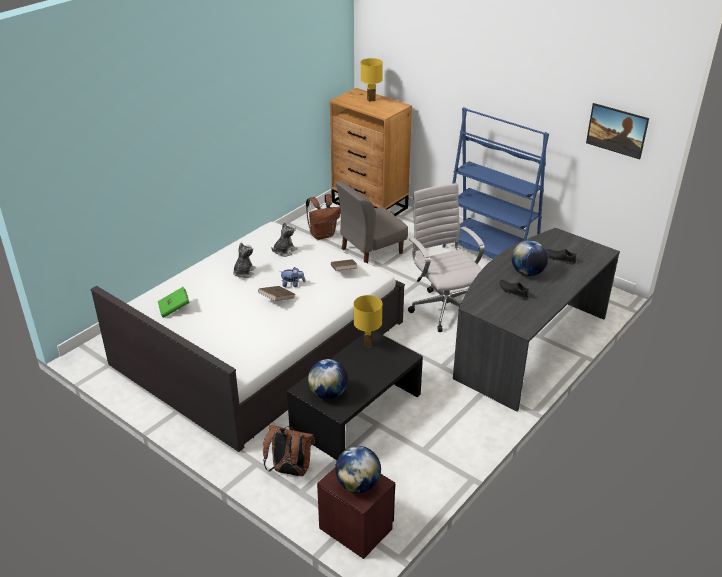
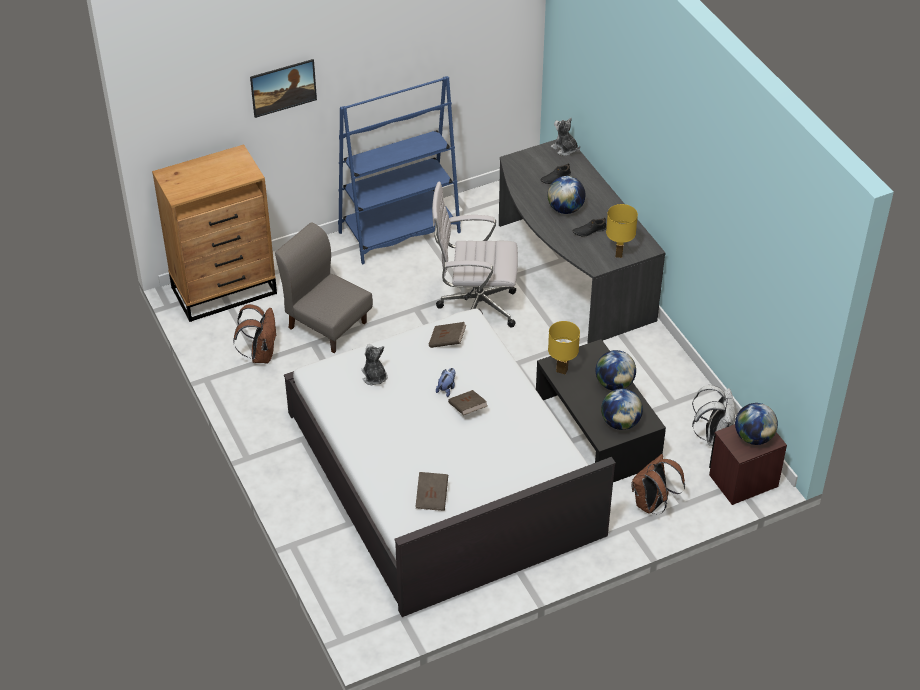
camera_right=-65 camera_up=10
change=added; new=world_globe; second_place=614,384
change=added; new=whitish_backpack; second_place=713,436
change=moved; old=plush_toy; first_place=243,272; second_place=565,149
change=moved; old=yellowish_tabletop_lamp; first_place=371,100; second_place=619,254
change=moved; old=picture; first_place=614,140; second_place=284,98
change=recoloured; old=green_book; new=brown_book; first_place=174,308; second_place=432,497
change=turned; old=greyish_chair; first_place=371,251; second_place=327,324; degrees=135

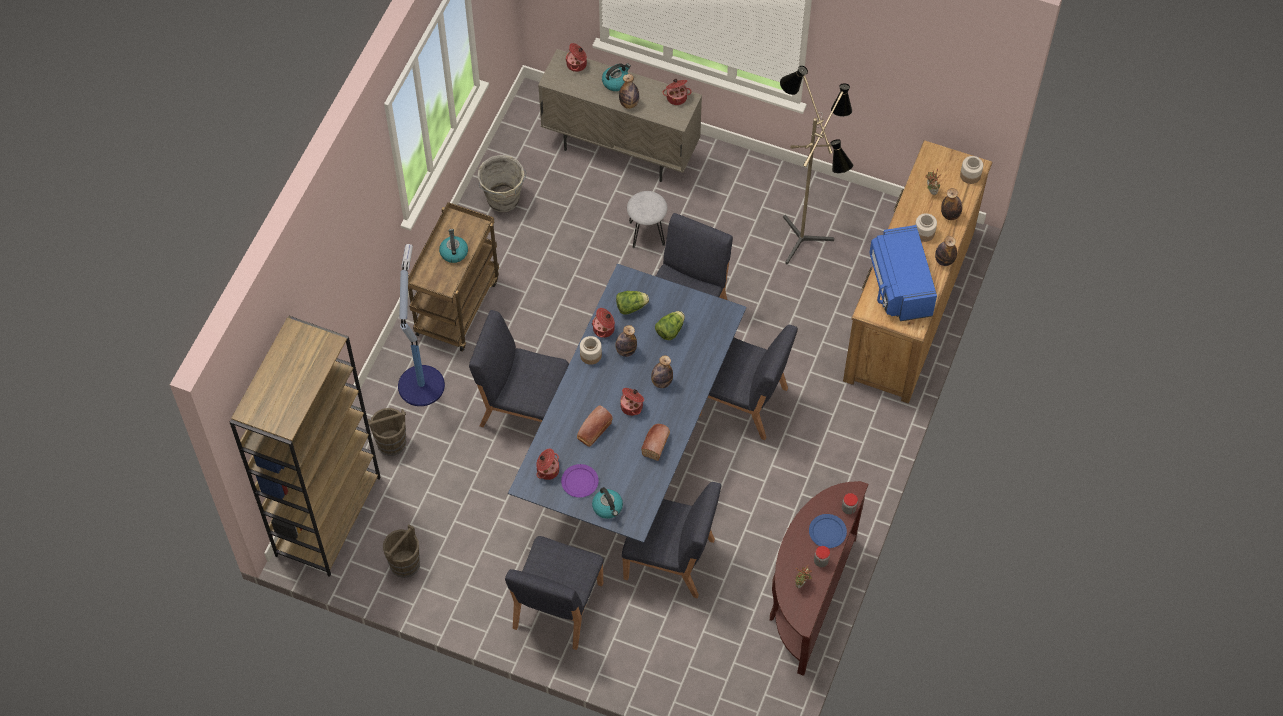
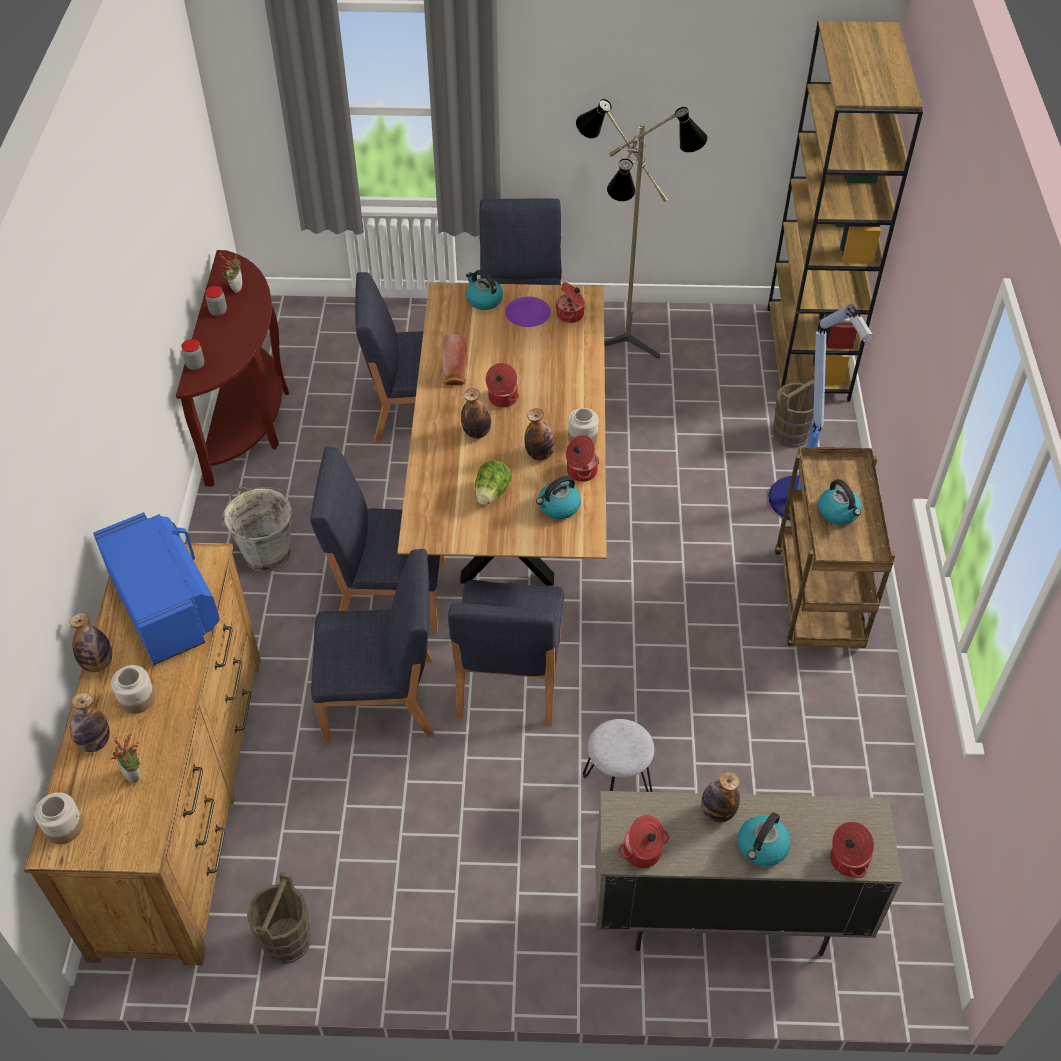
camera_right=160 camera_up=-10
change=removed; old=baked_bread; first_place=593,431
change=removed; old=blue-coloured_dinner_plate; first_place=827,532
change=moved; old=brown_water_bucket; first_place=405,563; second_place=286,940
change=moved; old=blue-coloured_chair; first_place=523,407; second_place=381,700
change=moved; old=greyish_water_bucket; first_place=503,200; second_place=266,553
change=moved; old=floor_lamp; first_place=806,236; second_place=622,346
change=replaced; old=lettuce_head; new=water_kettle; first_place=631,307; second_place=558,507
change=recoloured; old=blue-coloured_kitchen_table; new=brown_kitchen_table; first_place=630,449; second_place=511,504

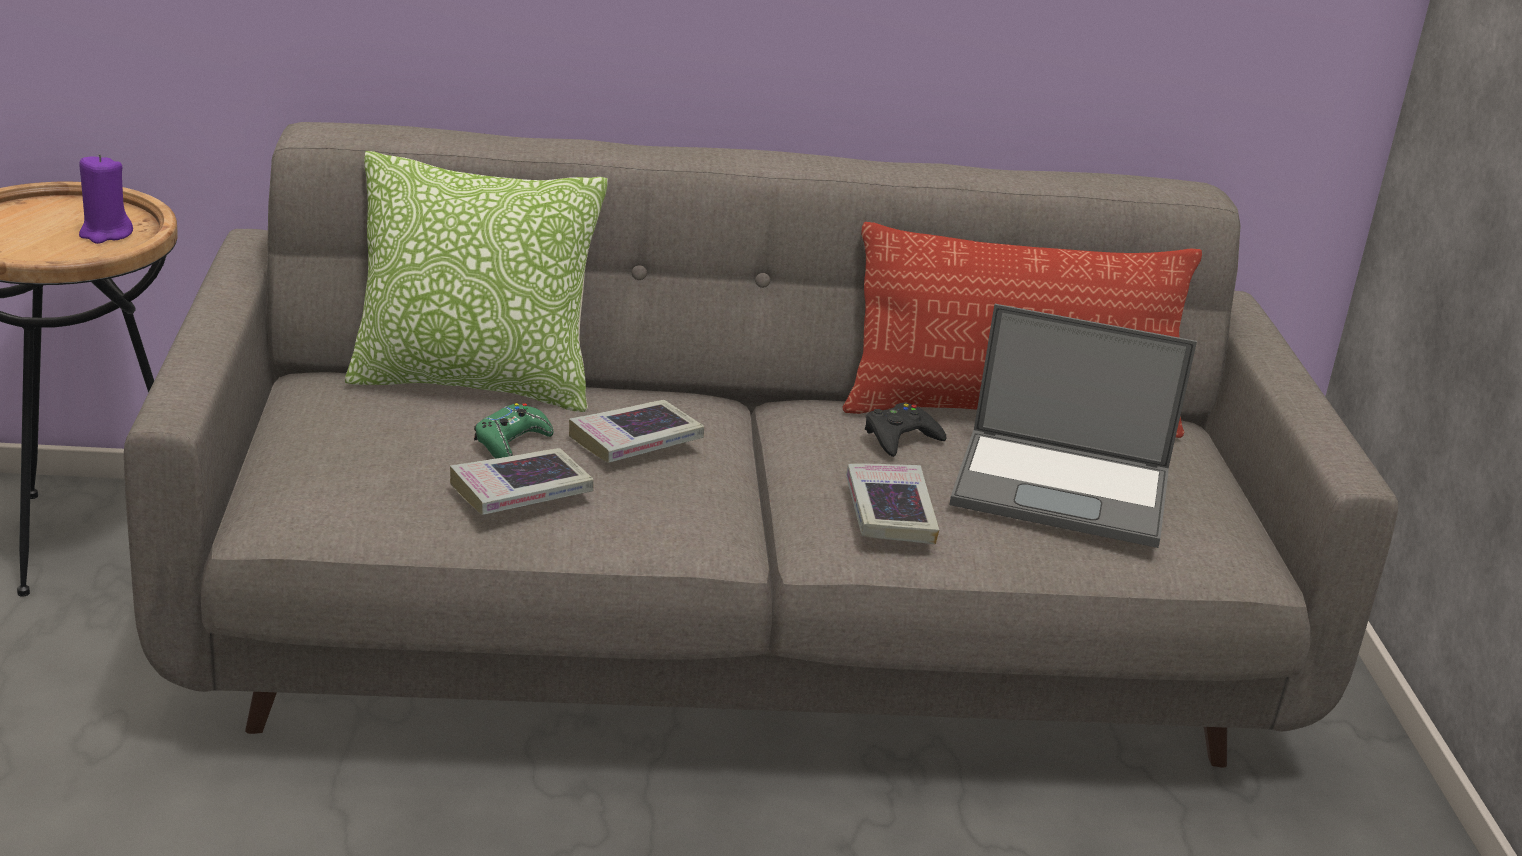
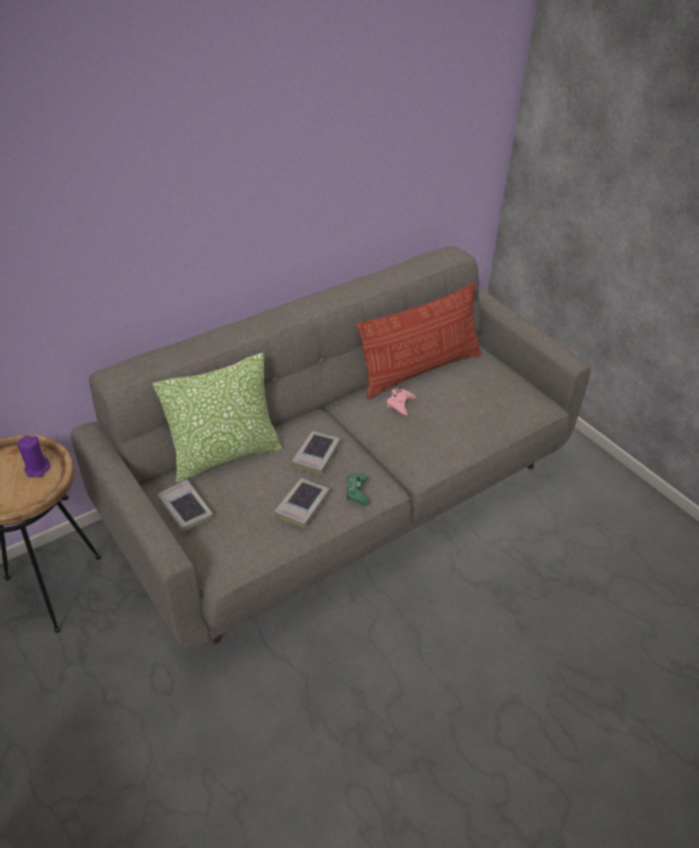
camera_right=-30 camera_up=15
change=removed; old=laptop; first_place=1064,488
change=moved; old=green_game_controller; first_place=511,442; second_place=357,492
change=moved; old=book; first_place=889,512; second_place=185,509
change=recoloured; old=black-coloured_game_controller; new=pink-coloured_game_controller; first_place=900,437; second_place=400,404

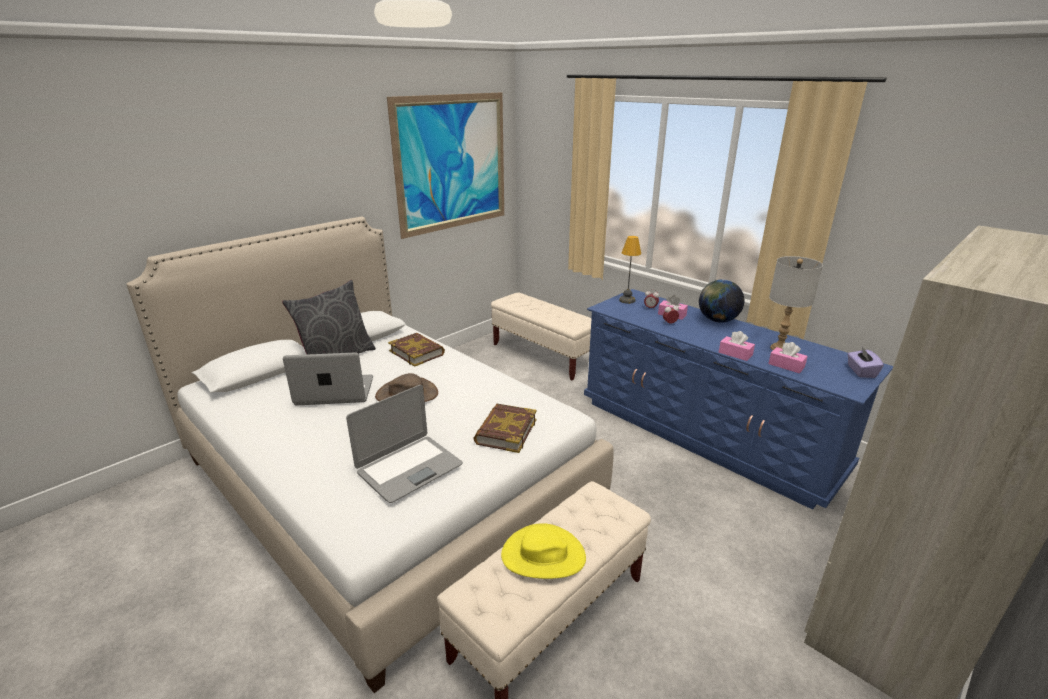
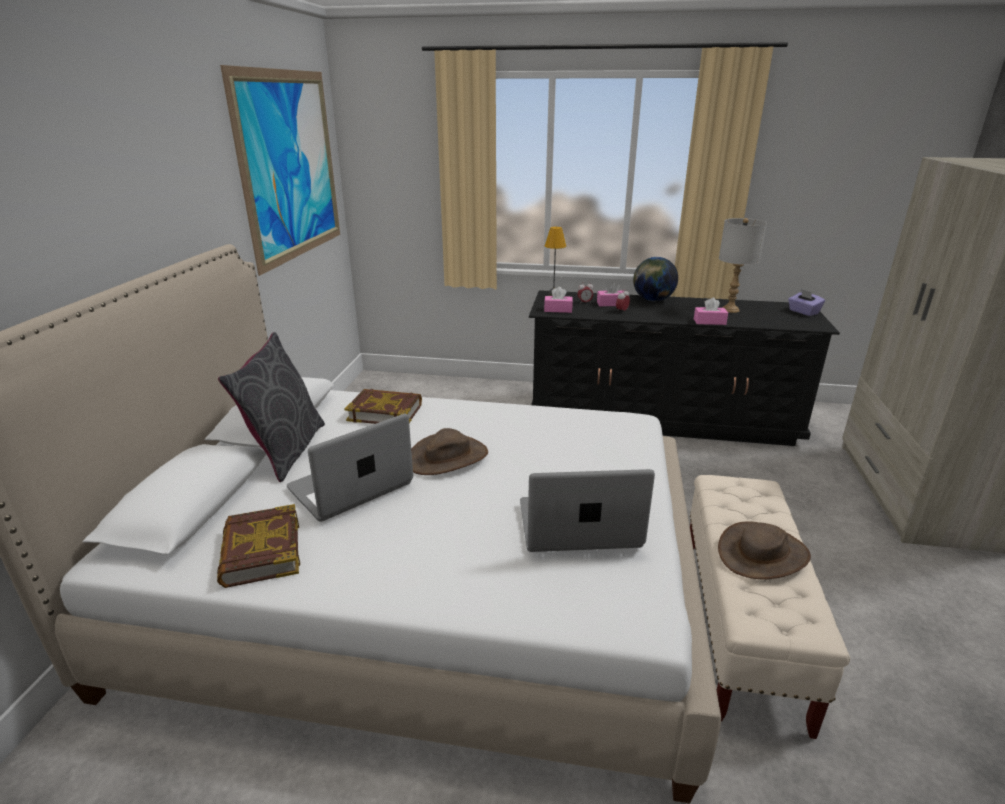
camera_right=-35 camera_up=0
change=removed; old=beige-coloured_bench; first_place=544,355
change=moved; old=book; first_place=505,432; second_place=261,551
change=moved; old=pink-coloured_box_of_tissues; first_place=786,365; second_place=558,310
change=recoloured; old=yellowish_clothing_hat; new=brown_clothing_hat; first_place=543,556; second_place=763,554
change=recoloured; old=blue-coloured_dresser; new=black-coloured_dresser; first_place=705,434; second_place=660,417
change=turned; old=laptop; first_place=409,468; second_place=579,526; degrees=-105

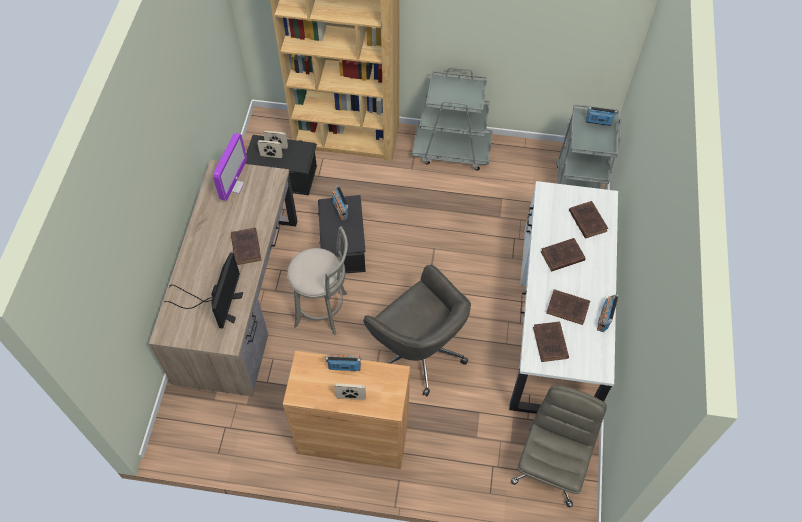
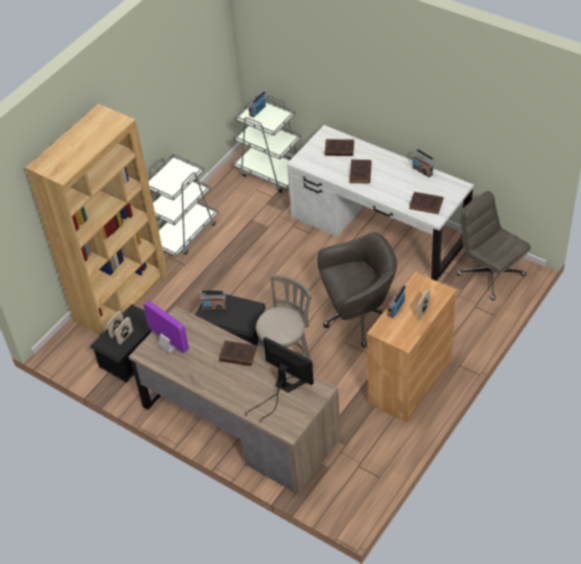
camera_right=-60 camera_up=-10
change=removed; old=brown_book; first_place=568,308

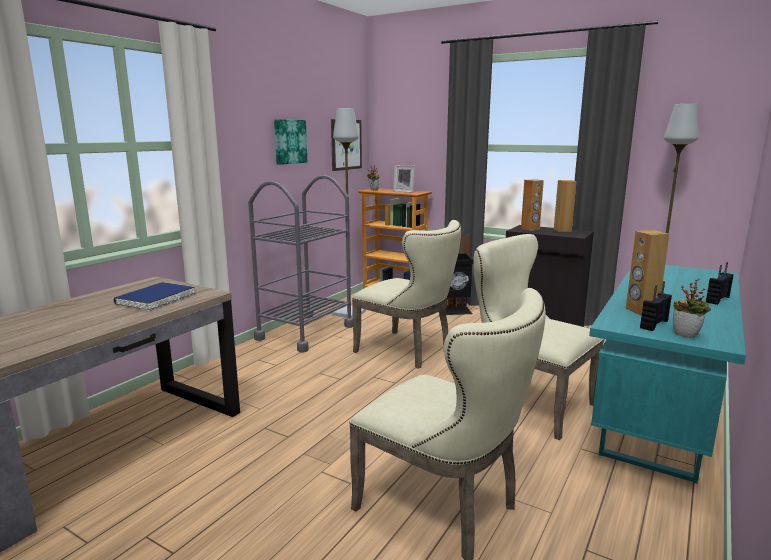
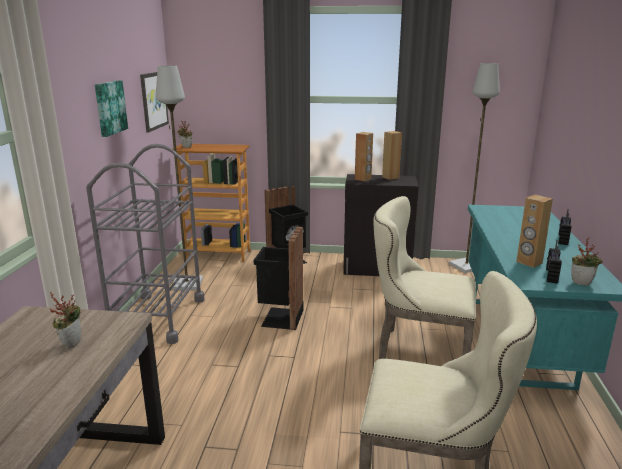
camera_right=-25 camera_up=5
change=removed; old=standing_frame; first_place=404,191
change=replaced; old=blue-coloured_book; new=plant_in_a_pot; first_place=156,299; second_place=71,343
change=replaced; old=beige-coloured_chair; new=black-coloured_trash_can; first_place=408,351; second_place=280,318

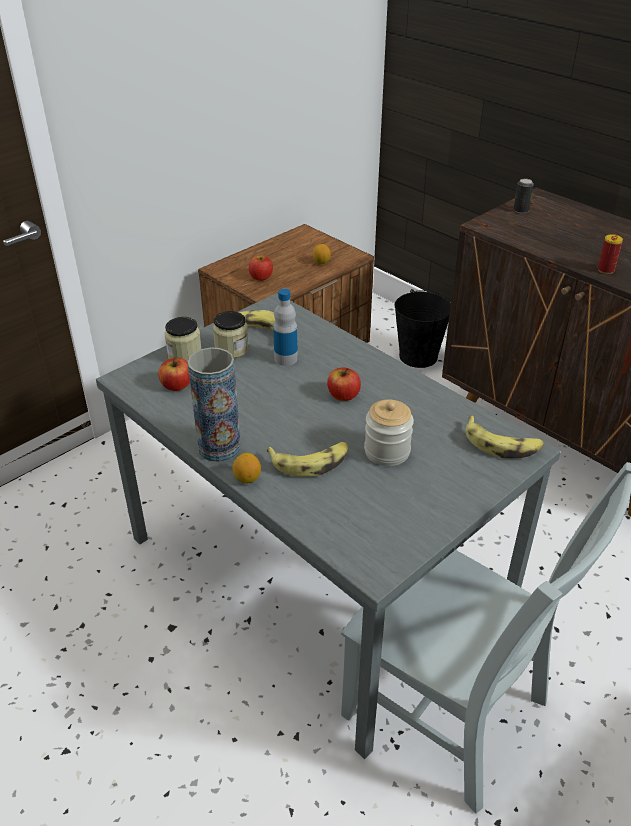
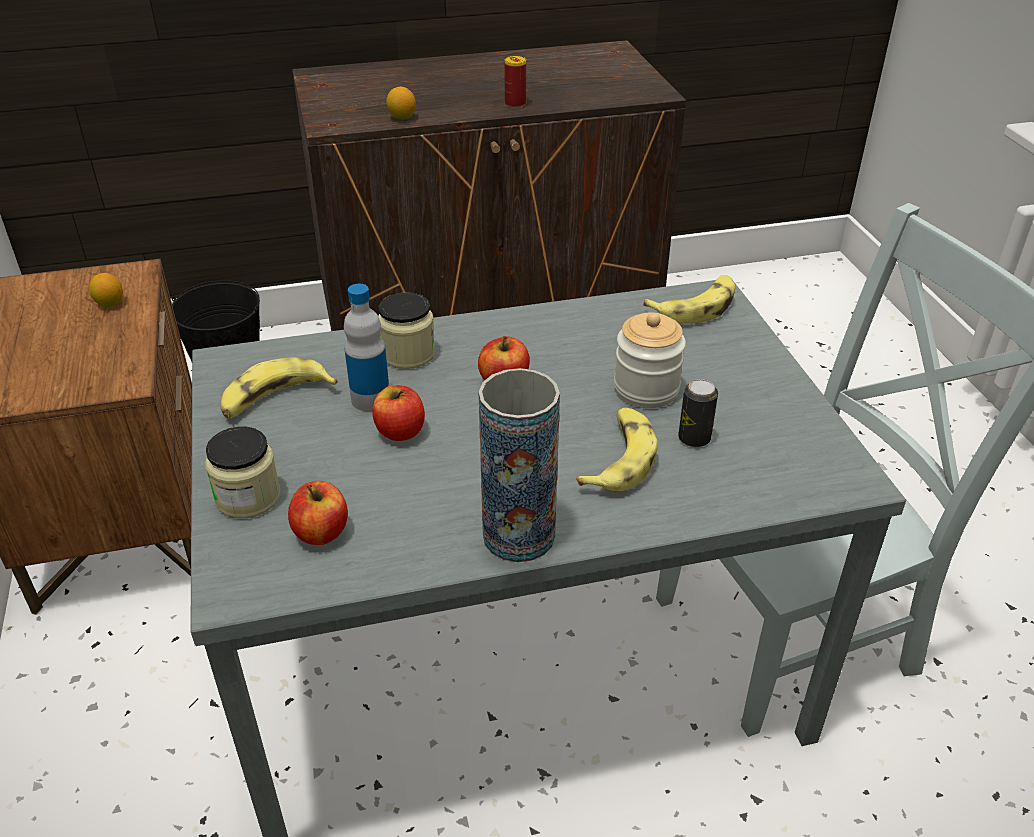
camera_right=-60 camera_up=0
change=moved; old=storage_jar; first_place=232,349; second_place=408,354
change=moved; old=lemon; first_place=247,478; second_place=402,118
change=moved; old=apple; first_place=261,277; second_place=400,431
change=moved; old=can; first_place=521,210; second_place=694,438

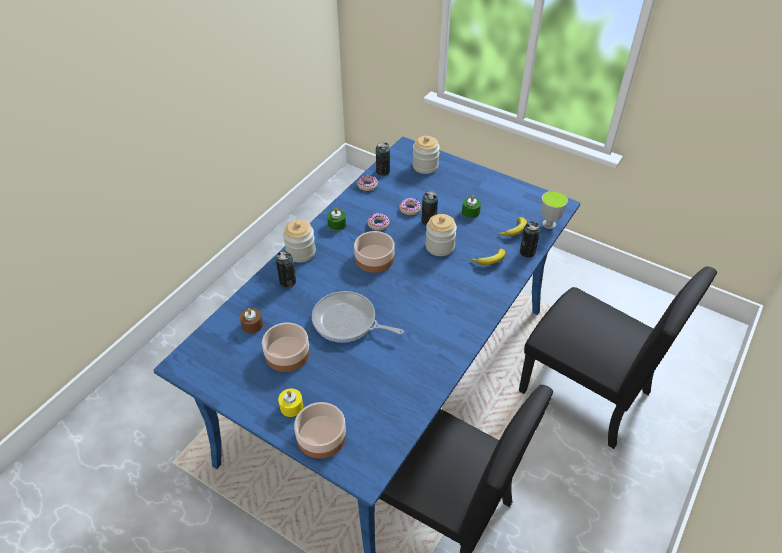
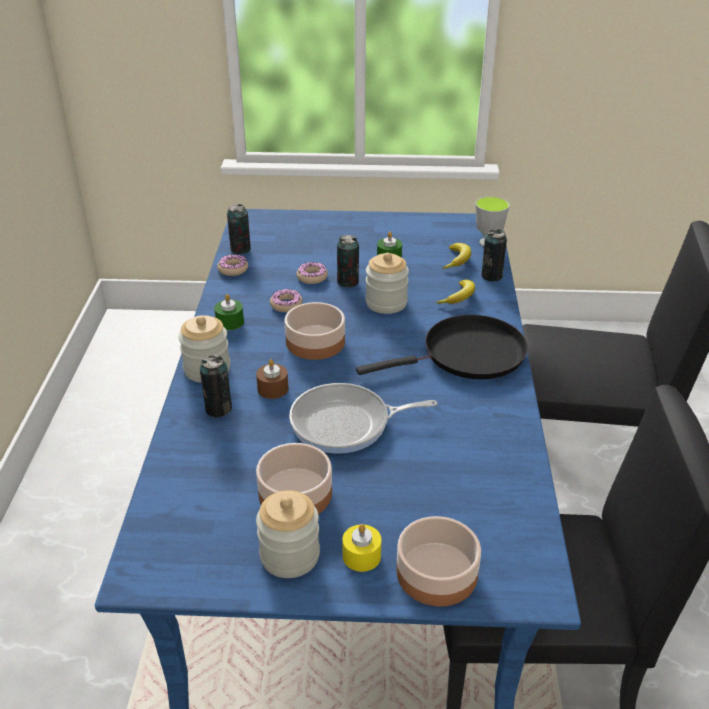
camera_right=-30 camera_up=-10
change=added; new=black-coloured_frying_pan; second_place=467,355
change=moved; old=brown_candle; first_place=252,325; second_place=273,389
change=moved; old=storage_jar; first_place=425,166; second_place=289,555

